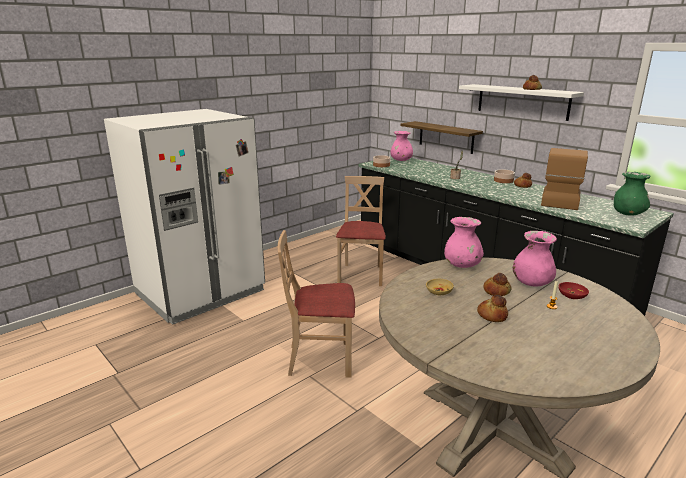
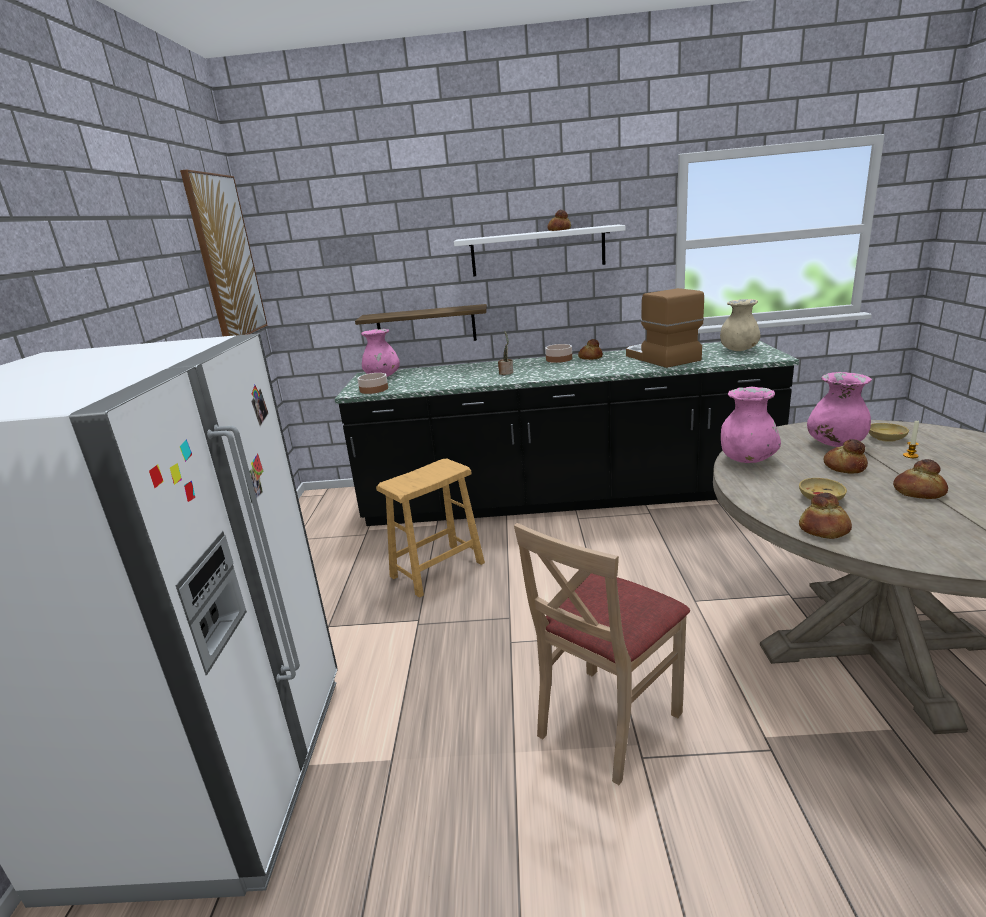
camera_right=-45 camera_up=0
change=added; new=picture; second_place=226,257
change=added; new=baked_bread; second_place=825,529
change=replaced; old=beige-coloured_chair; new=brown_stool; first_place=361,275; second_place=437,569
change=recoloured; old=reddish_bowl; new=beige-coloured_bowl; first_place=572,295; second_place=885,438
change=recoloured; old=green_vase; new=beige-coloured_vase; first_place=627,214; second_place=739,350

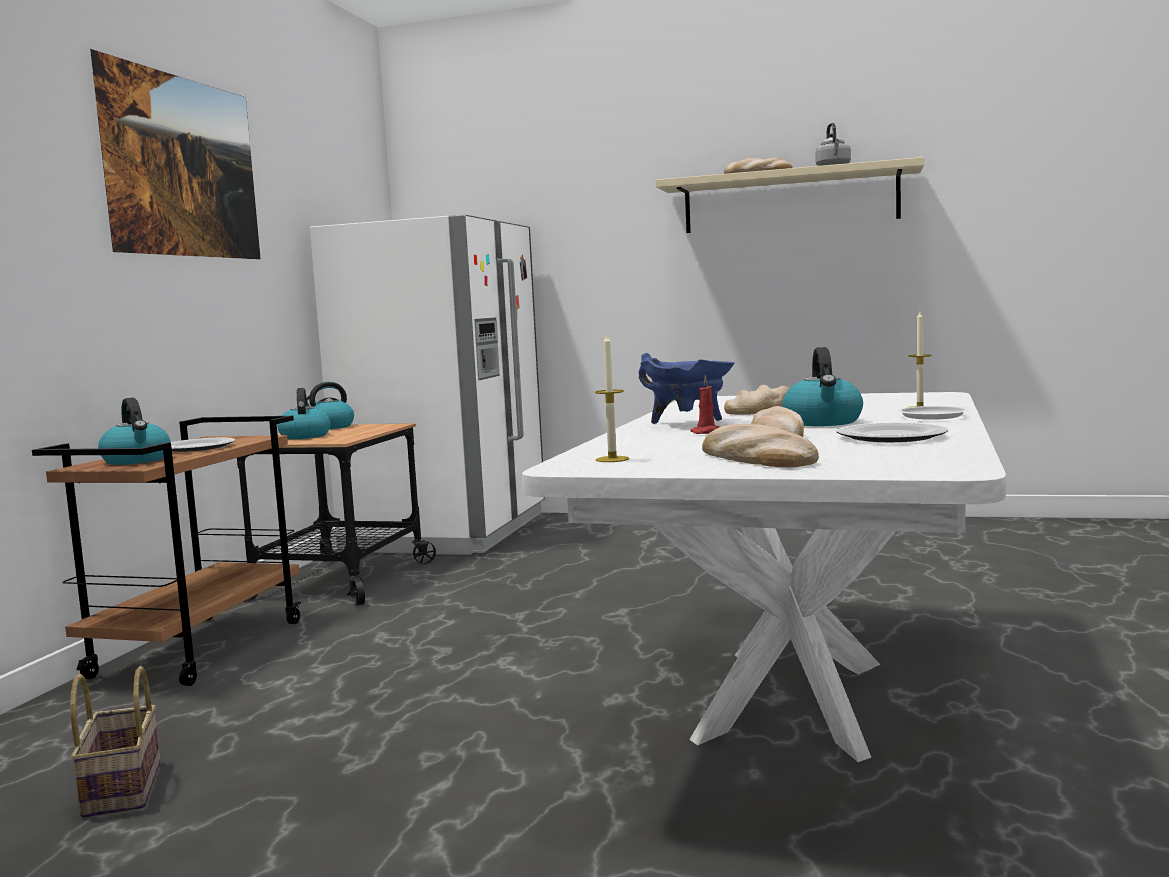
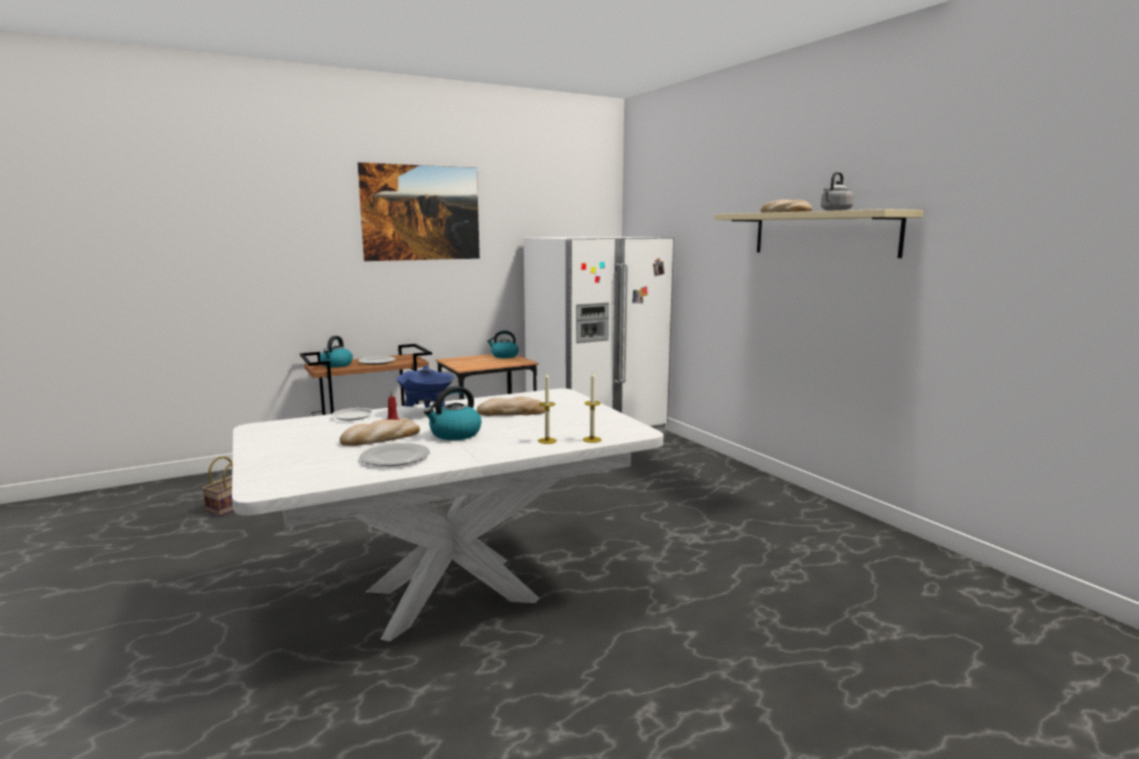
camera_right=45 camera_up=5
change=removed; old=water_kettle; first_place=304,436
change=removed; old=baked_bread; first_place=755,458
change=moved; old=candle; first_place=612,459; second_place=592,439
change=moved; old=whitish_dinner_plate; first_place=933,416; second_place=353,417

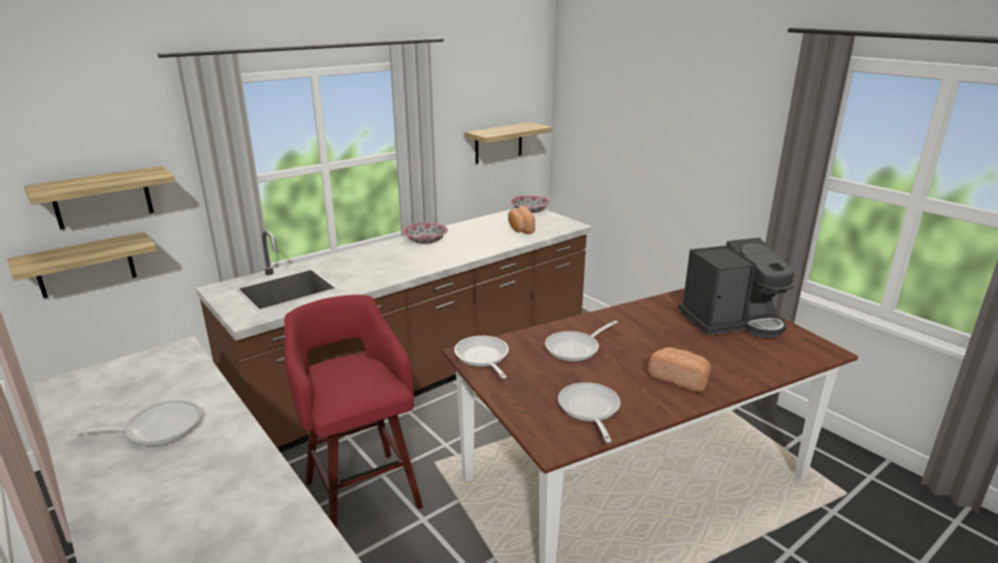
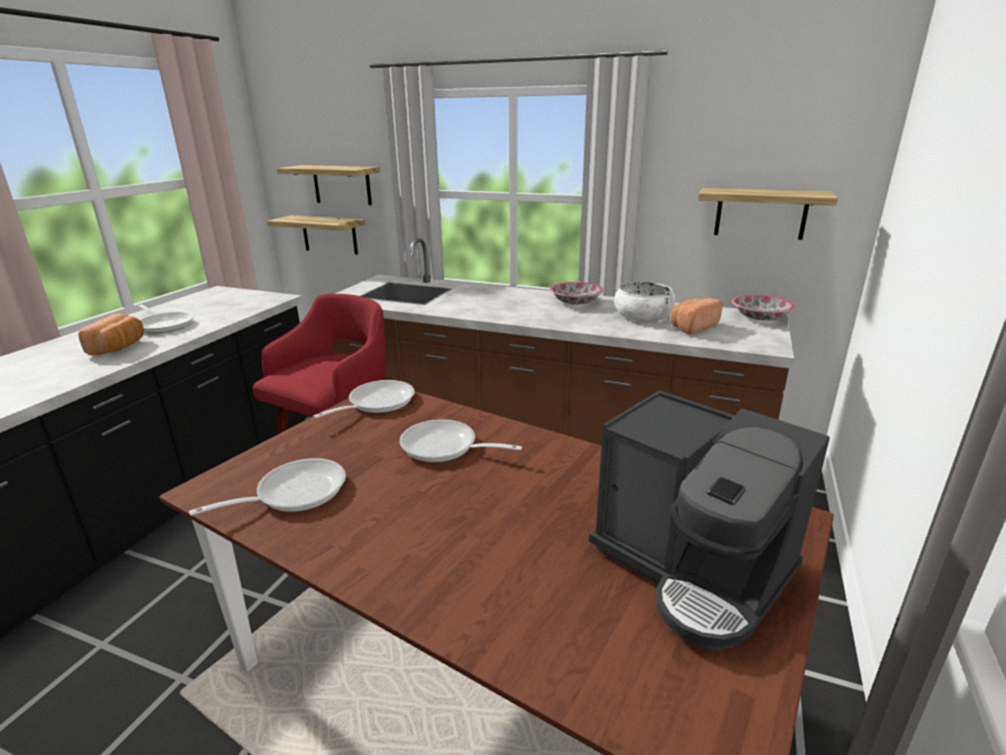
camera_right=60 camera_up=0
change=added; new=whitish_bowl; second_place=643,316
change=moved; old=baked_bread; first_place=679,379; second_place=120,347

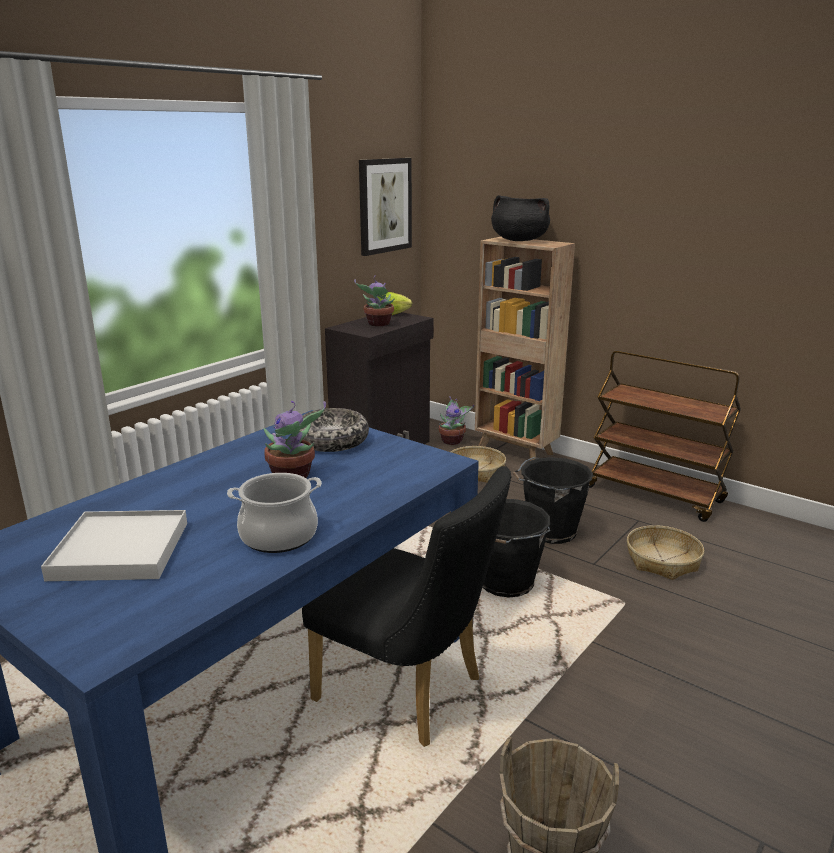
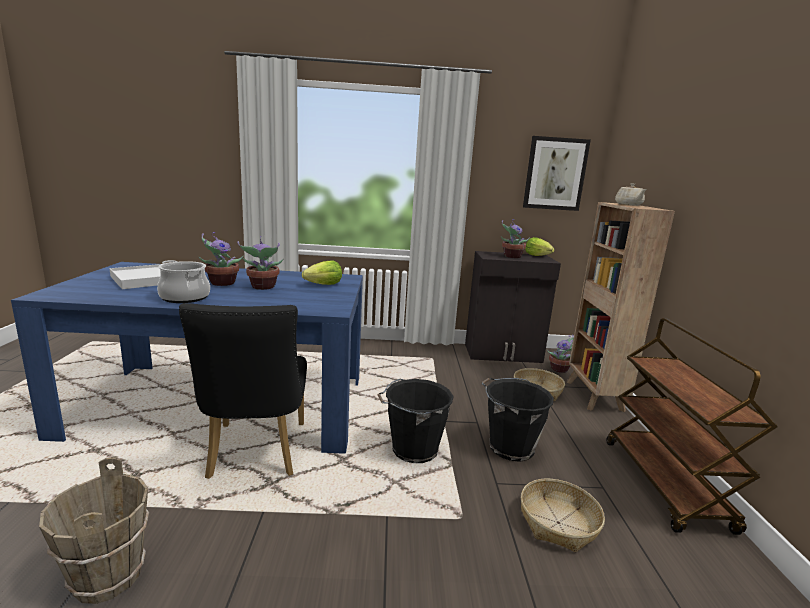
camera_right=50 camera_up=-5
change=added; new=plant_in_a_pot; second_place=221,283
change=replaced; old=bowl; new=lettuce_head; first_place=332,441; second_place=324,285
change=replaced; old=black-coloured_cooking_pot; new=beige-coloured_tea_pot; first_place=518,240; second_place=629,205

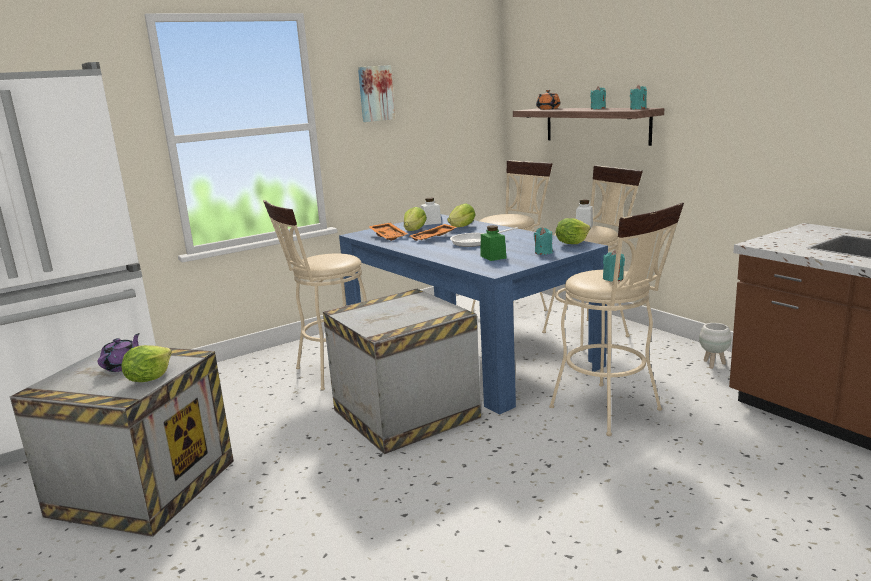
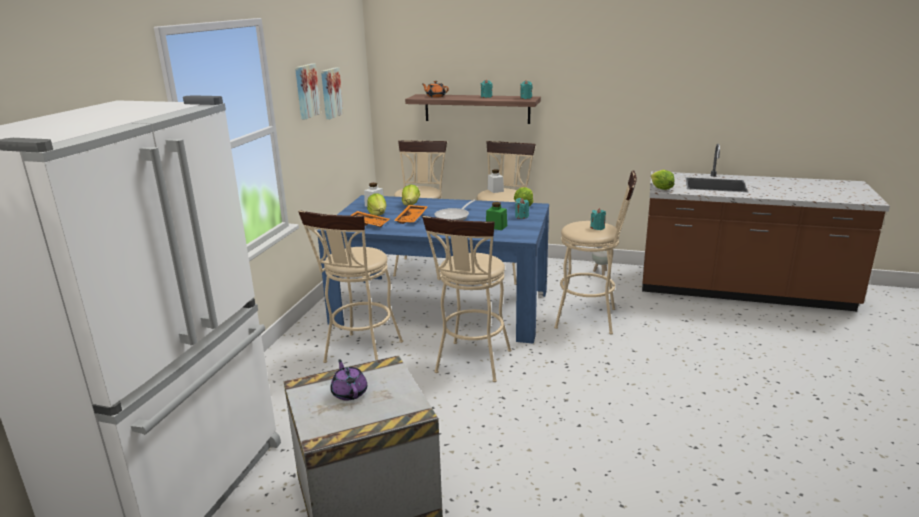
camera_right=-40 camera_up=5
change=added; new=picture; second_place=330,93
change=moved; old=lettuce_head; first_place=149,378; second_place=661,189
change=replaced; old=packing_crate; new=beige-coloured_stool; first_place=405,413; second_place=472,365

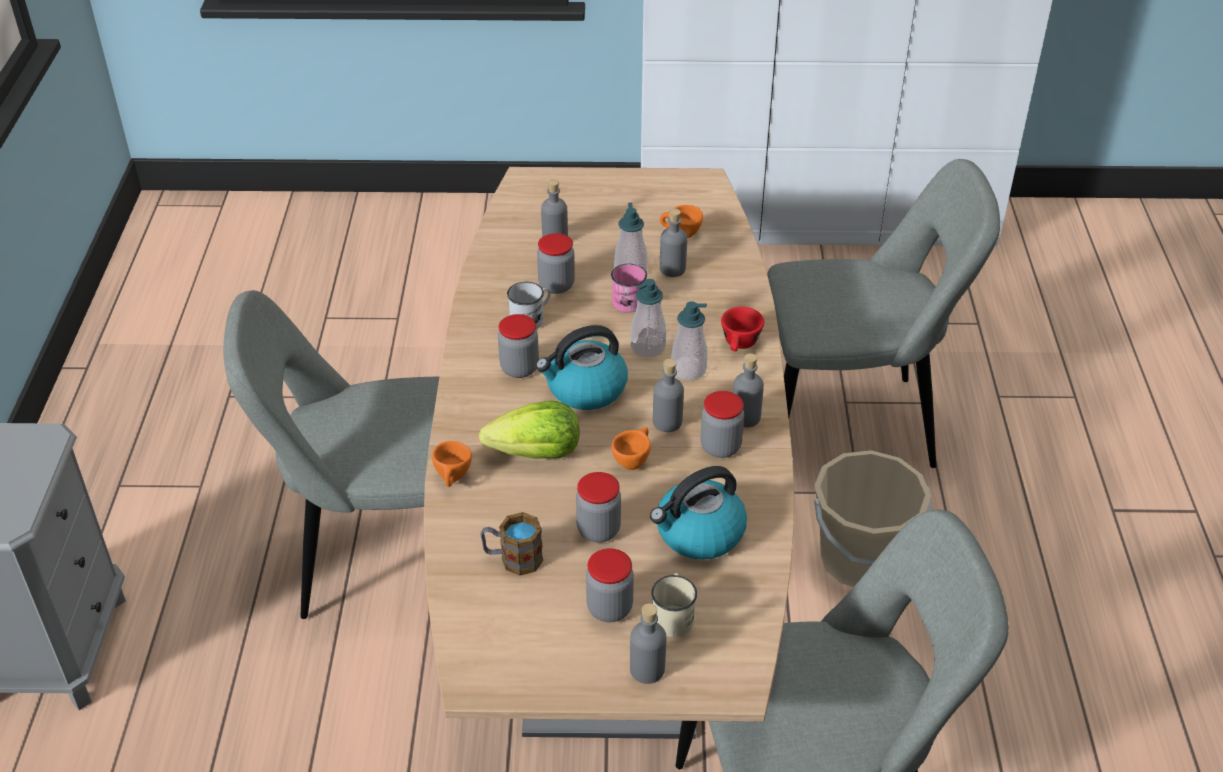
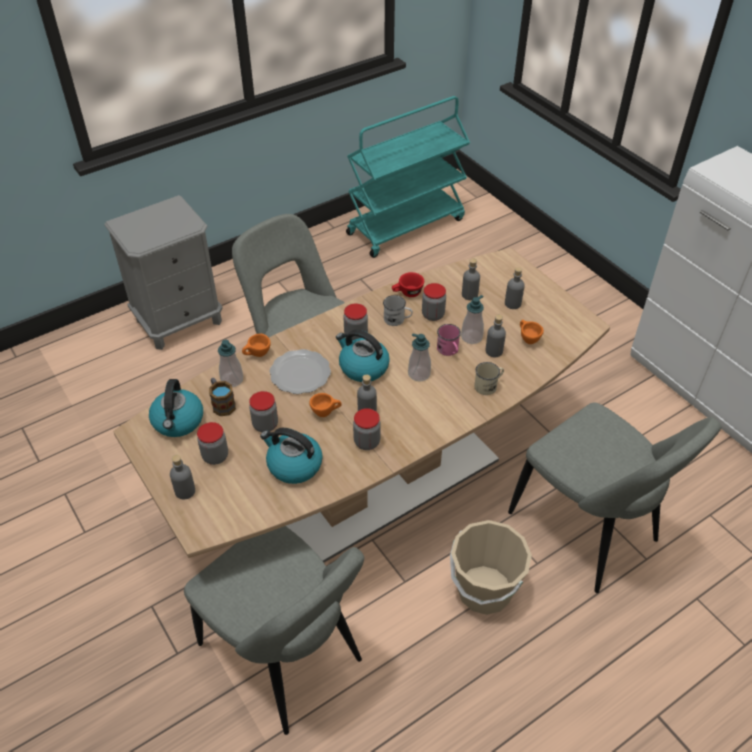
camera_right=55 camera_up=5
change=added; new=water_kettle; second_place=178,421
change=added; new=blue-green_wheeled_cart; second_place=406,226
change=moved; old=beige-coloured_coffee_mug; first_place=673,615; second_place=488,385
change=moved; old=soap_bottle; first_place=688,370; second_place=232,380
change=moved; old=reddish_drinking_cup; first_place=740,345; second_place=407,293
change=moved; old=greyish_bottle; first_place=745,417; second_place=512,303
change=replaced; old=lettuce_head; new=dinner_plate; first_place=537,453; second_place=300,374

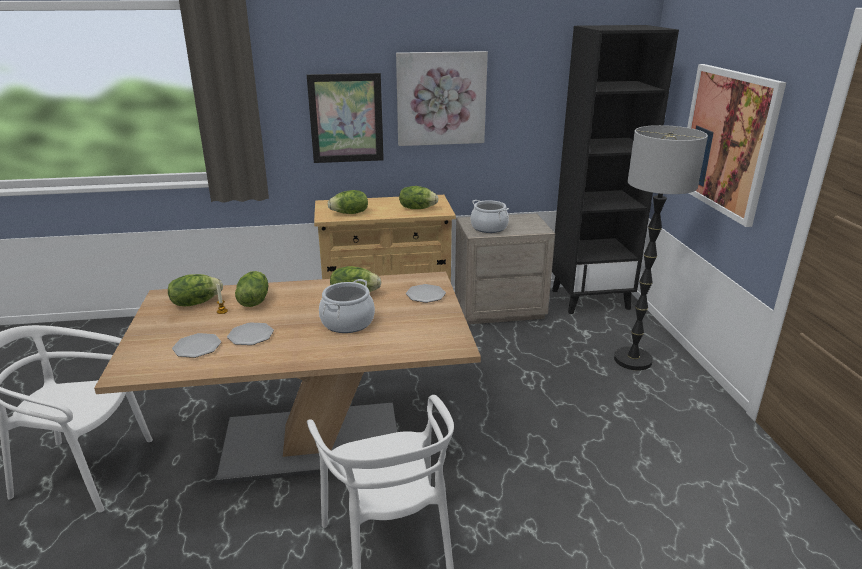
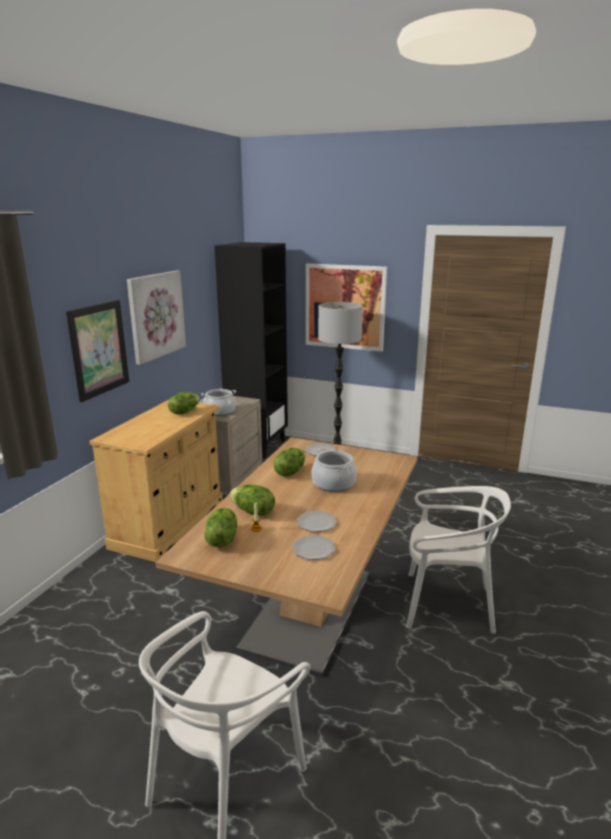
camera_right=-60 camera_up=-5
change=removed; old=lettuce_head; first_place=350,213

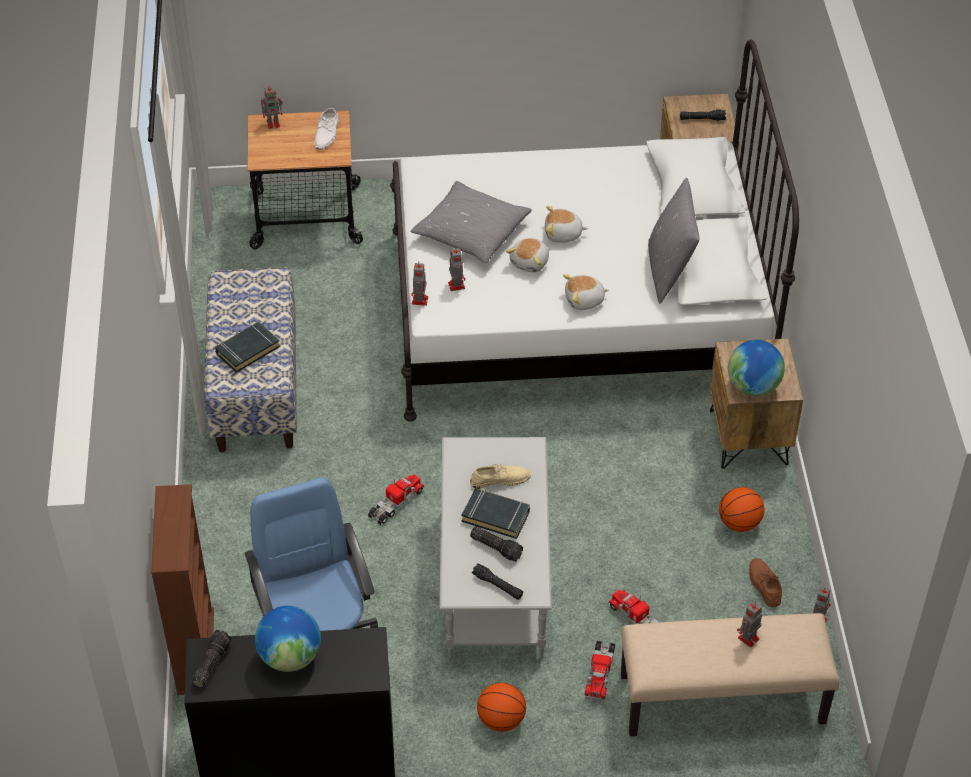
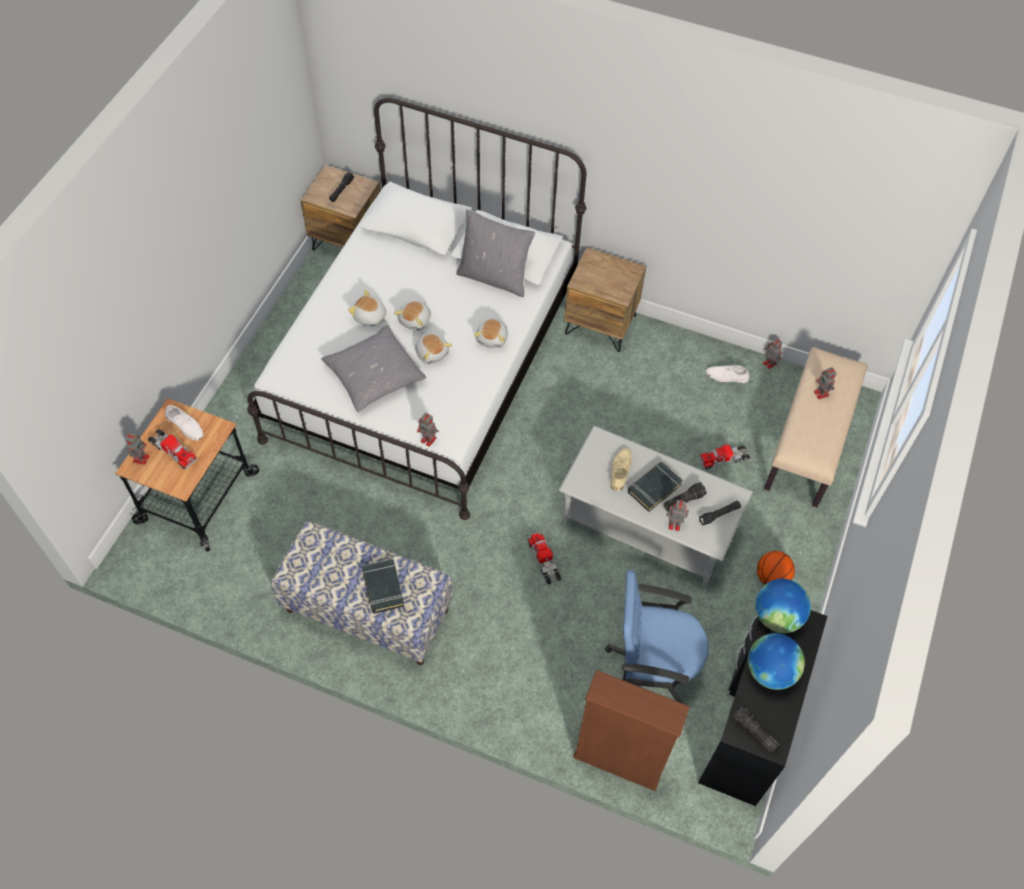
camera_right=-65 camera_up=10
change=removed; old=basketball; first_place=739,523
change=added; new=plush_toy; second_place=370,317
change=moved; old=toy_robot; first_place=456,285; second_place=673,524
change=moved; old=toy_truck; first_place=600,673; second_place=173,451
change=moved; old=world_globe; first_place=753,387; second_place=777,616
change=recoloured; old=brown_low_shoe; new=whitish_low_shoe; first_place=764,584; second_place=727,376

